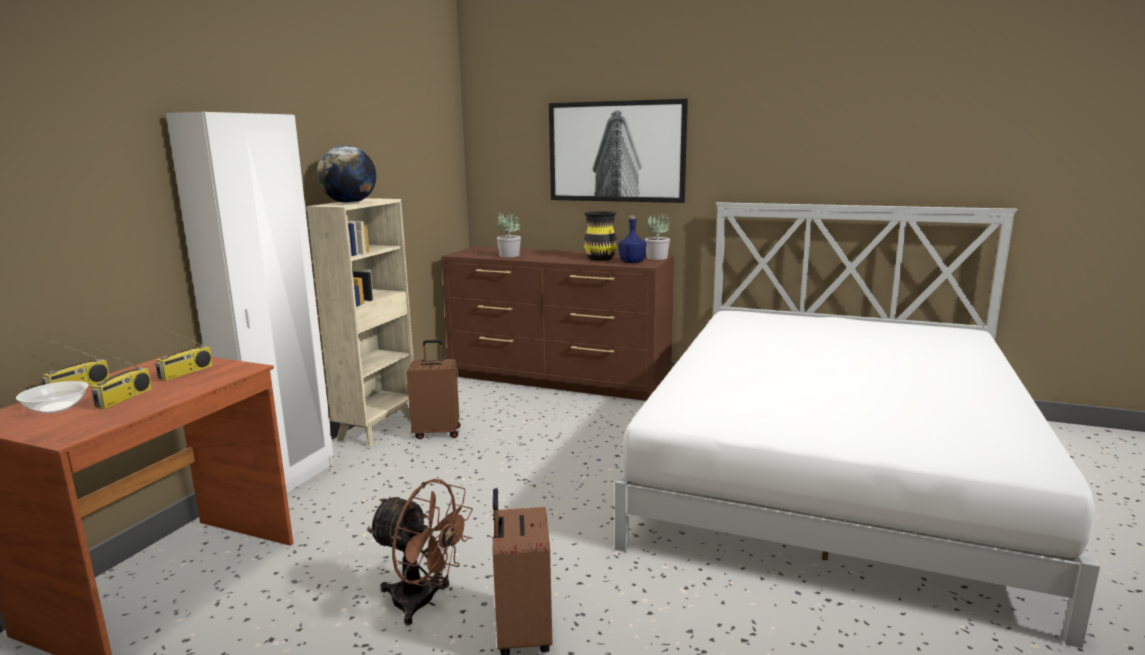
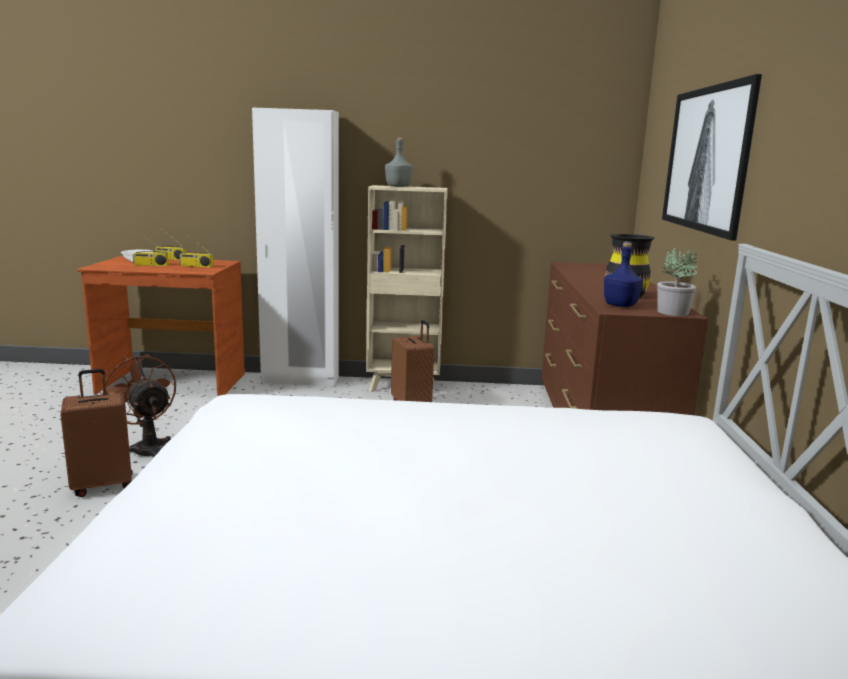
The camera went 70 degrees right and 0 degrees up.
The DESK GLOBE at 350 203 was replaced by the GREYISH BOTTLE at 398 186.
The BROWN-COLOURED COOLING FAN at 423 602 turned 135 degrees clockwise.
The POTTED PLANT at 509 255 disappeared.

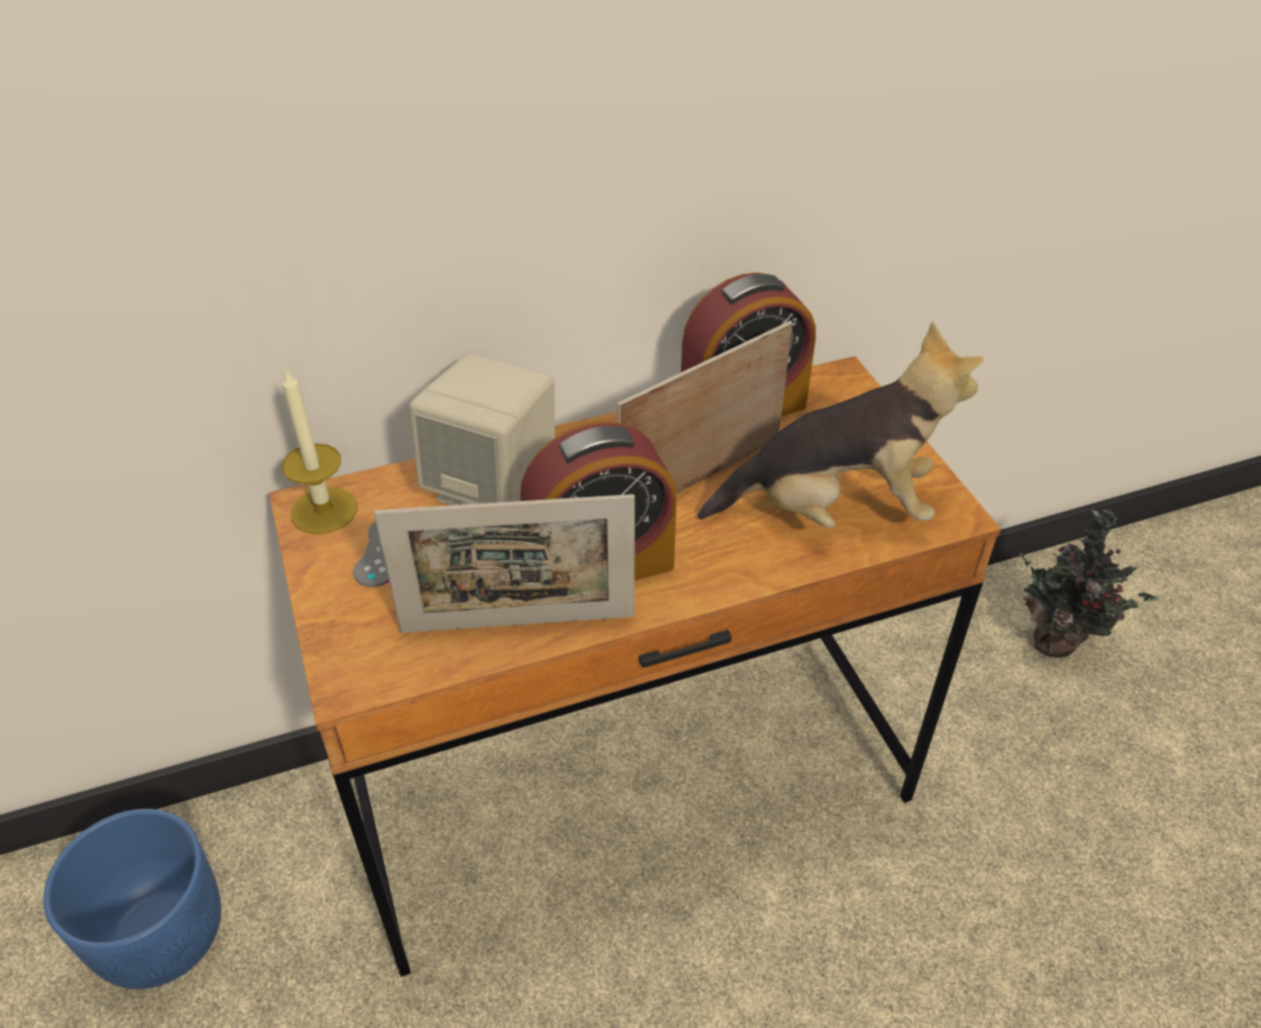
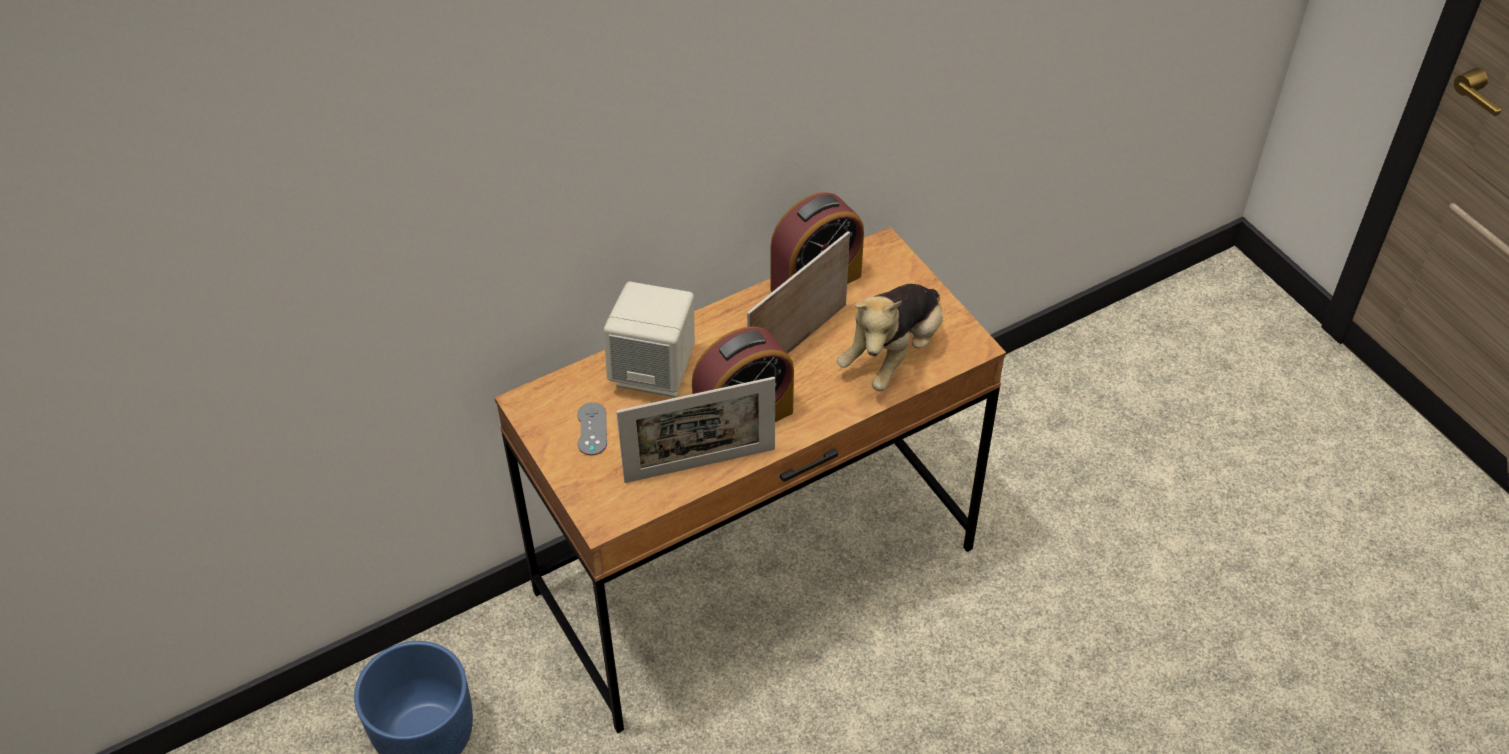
The camera went 10 degrees left and 5 degrees up.
The WAX LIGHT at 324 510 disappeared.
The SOFT TOY at 834 509 turned 135 degrees clockwise.
The POTTED PLANT at 1058 642 disappeared.

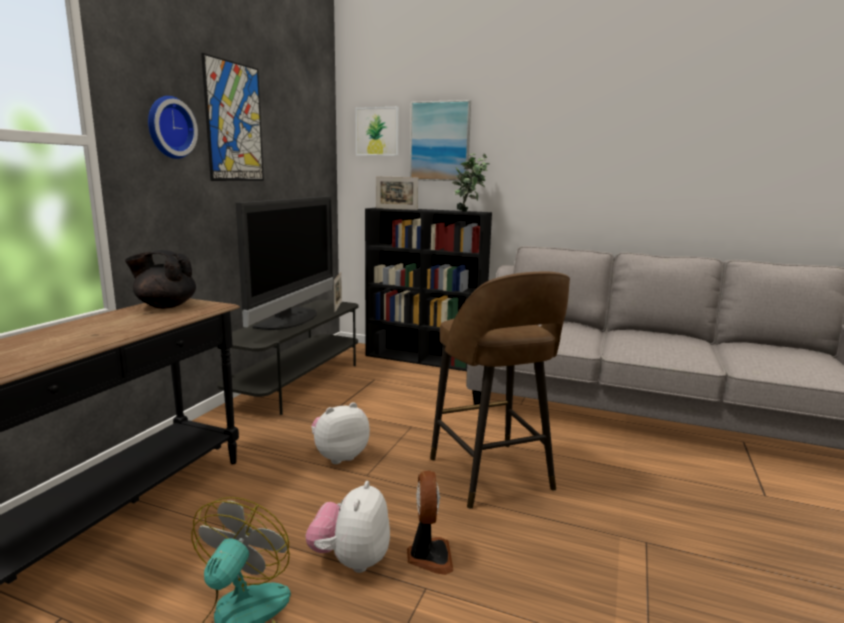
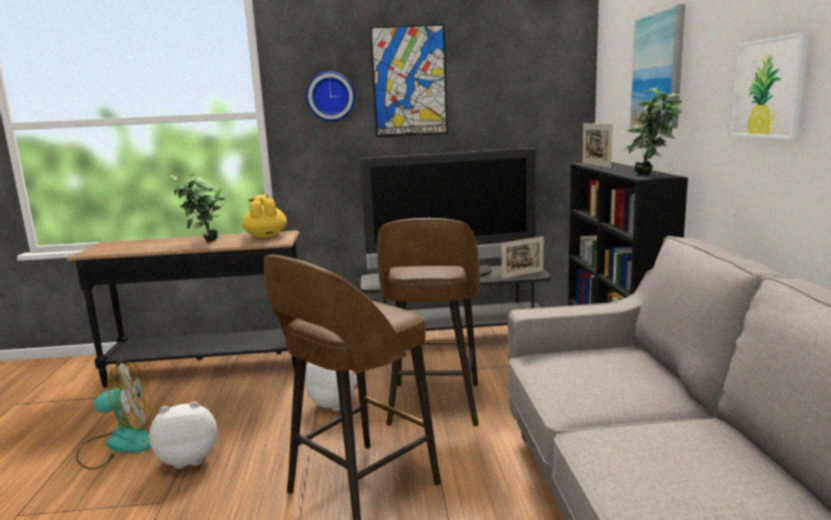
The camera went 65 degrees right and 0 degrees up.
The BLACK TEA POT at 165 306 became the YELLOWISH TEA POT at 266 236.
The WALL PICTURE moved from 377 131 to 769 88.
The COOLING FAN at 429 556 disappeared.
The POTTED PLANT at 204 242 appeared.
The BROWN-COLOURED SITTING STOOL at 434 405 appeared.

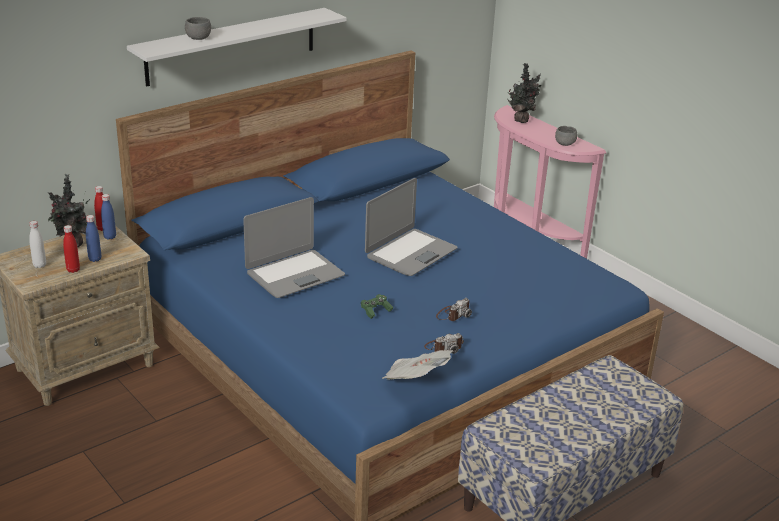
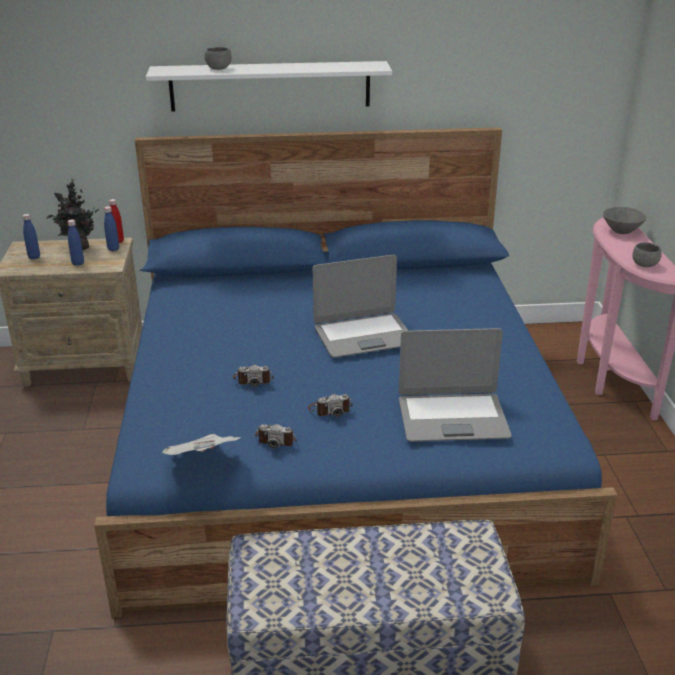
The camera went 35 degrees right and 0 degrees up.
The WHITISH BOTTLE at 39 265 became the BLUISH BOTTLE at 34 257.
The REDDISH BOTTLE at 73 270 disappeared.
The PORTABLE COMPUTER moved from 294 274 to 452 418.
The GREENISH JOYPAD at 376 310 was replaced by the PHOTO CAMERA at 253 379.
The POTTED PLANT at 521 120 was replaced by the GREYISH DEEP DISH at 622 231.

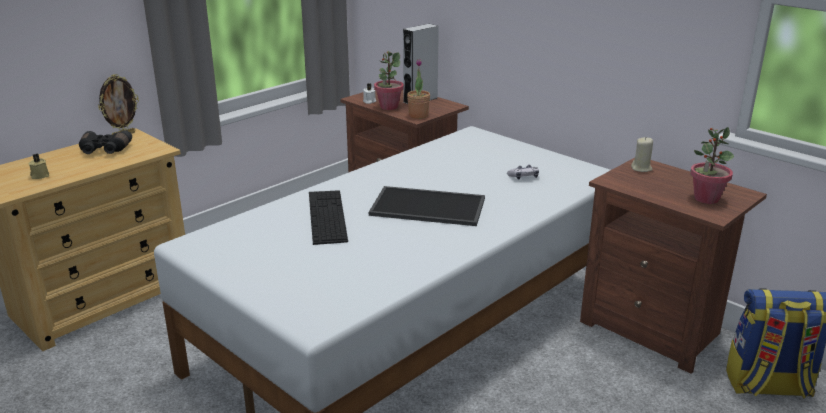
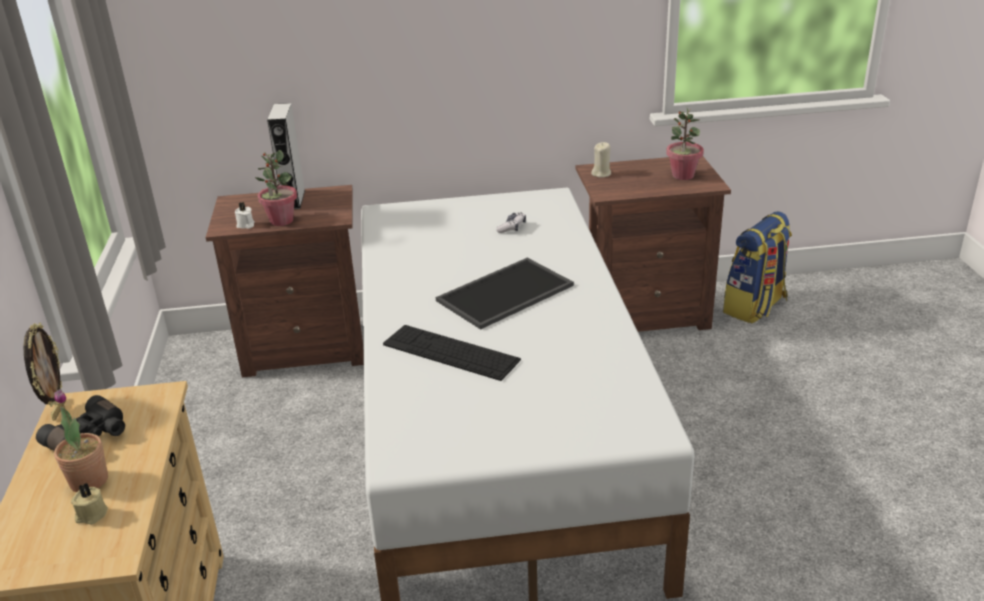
The camera went 50 degrees left and 5 degrees up.
The POTTED PLANT moved from 418 115 to 89 481.

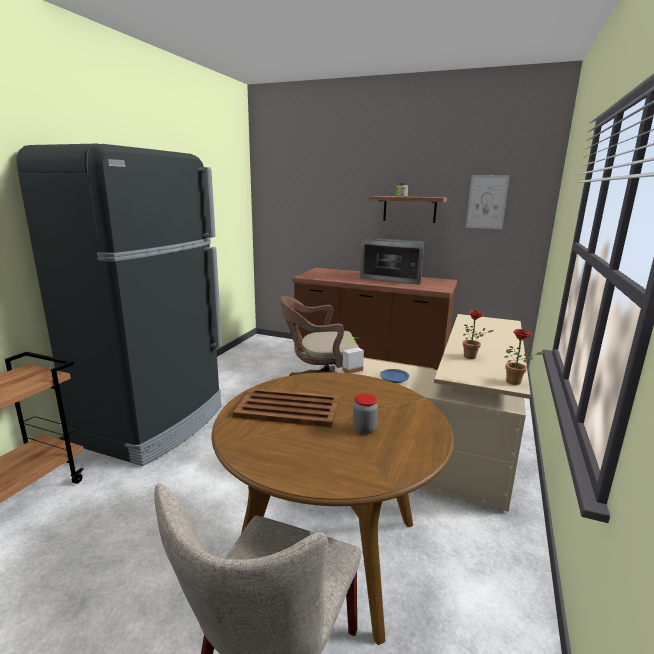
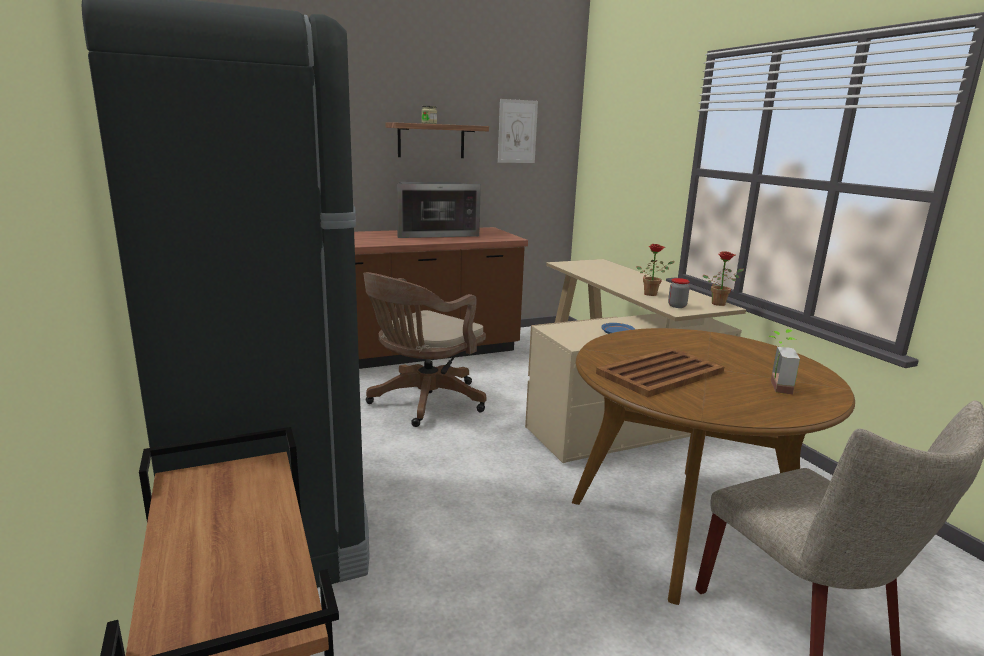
The camera went 45 degrees left and 0 degrees up.
The POTTED PLANT moved from 350 369 to 774 386.
The STORAGE JAR moved from 364 429 to 677 306.

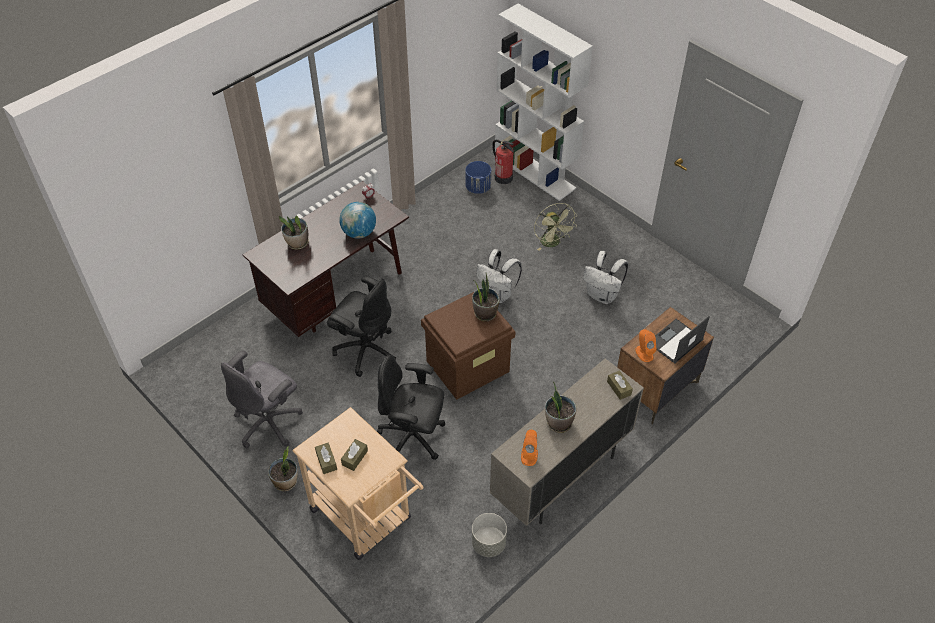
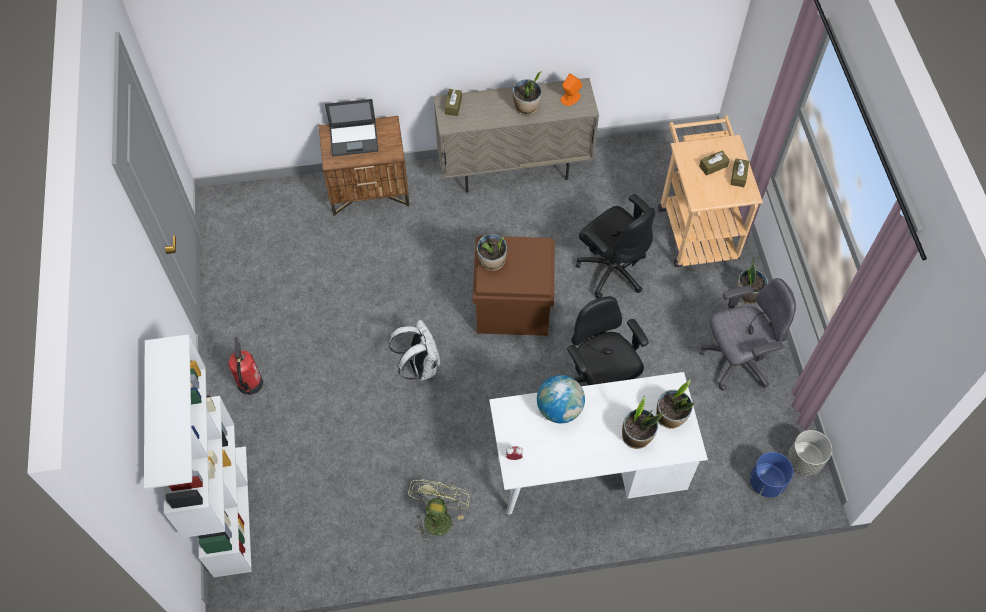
The camera went 145 degrees left and 10 degrees up.
The BROWN-COLOURED DESK UNIT at 336 294 became the WHITISH DESK UNIT at 587 473.
The BLUISH PLANTER moved from 478 187 to 766 482.
The GREYISH PLANTER moved from 489 543 to 804 460.
The FIRE-FIGHTING CYLINDER moved from 503 177 to 250 384.
The GREENISH COOLING FAN moved from 553 243 to 438 515.
The WHITISH BACKPACK at 602 295 disappeared.
The ORANGEY LOUDSPEAKER at 644 353 disappeared.
The POTTED PLANT at 670 417 appeared.

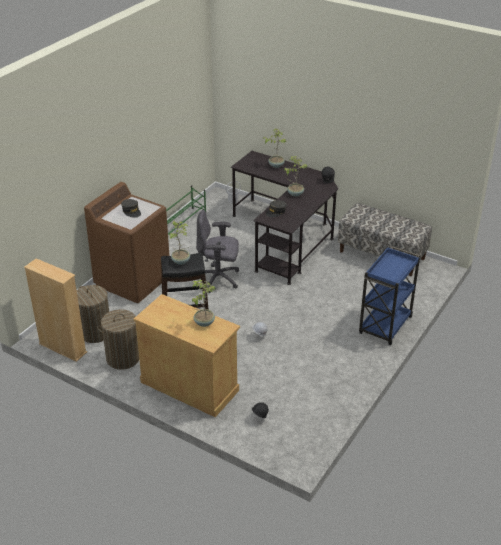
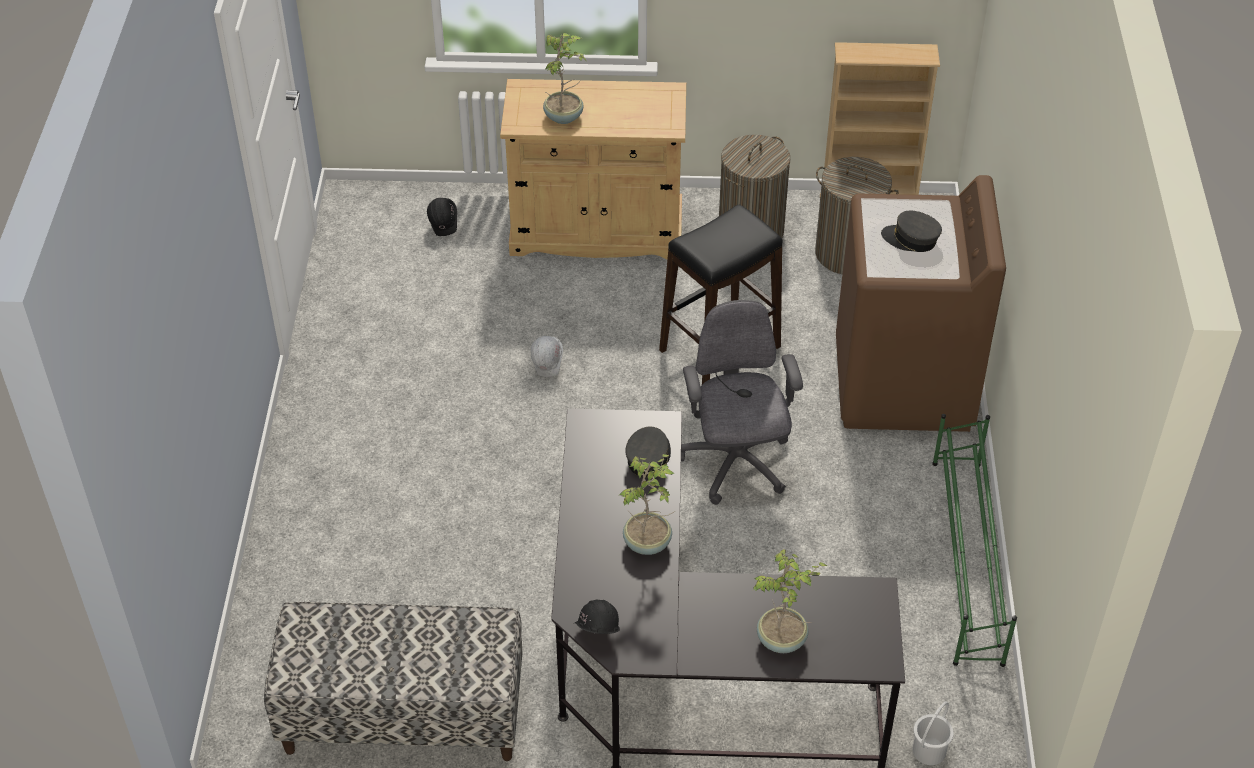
The camera went 150 degrees right and 10 degrees up.
The POTTED PLANT at 181 261 disappeared.
The GREYISH COMPUTER CHAIR at 218 279 turned 75 degrees counterclockwise.
The BLUISH CART at 385 326 disappeared.

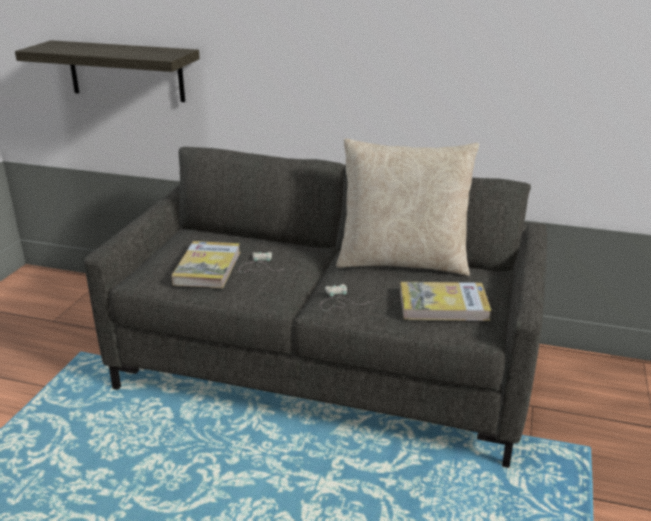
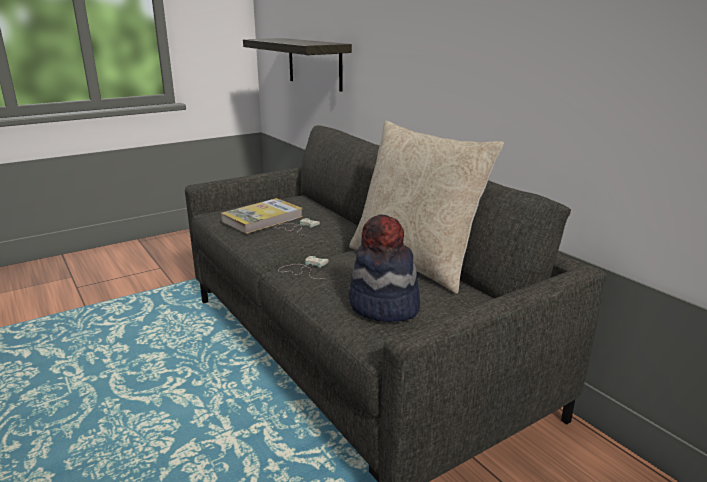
The camera went 40 degrees right and 5 degrees down.
The VOLUME at 443 305 was replaced by the HAT at 383 306.

